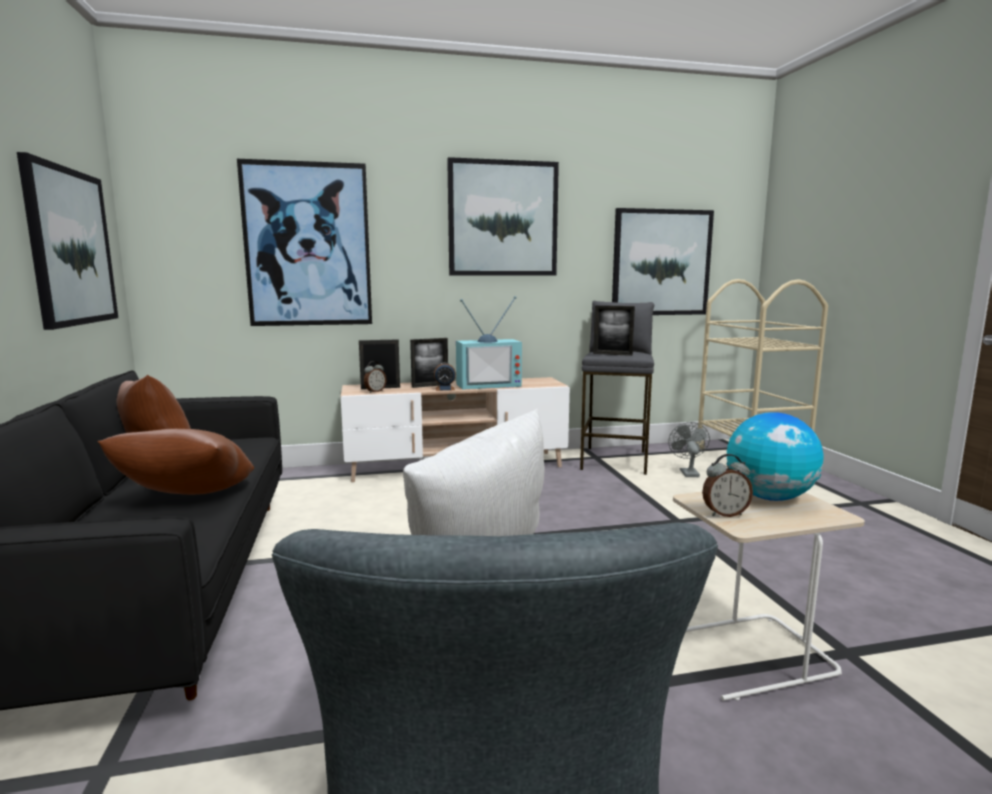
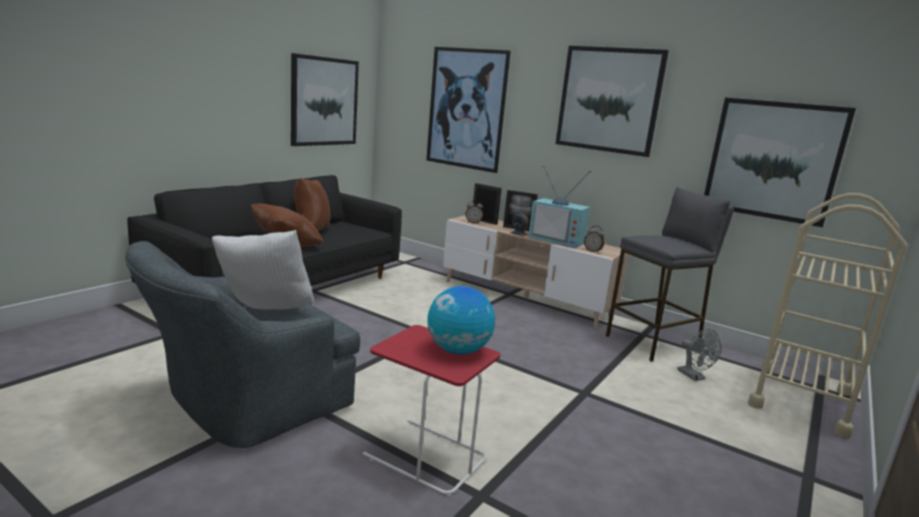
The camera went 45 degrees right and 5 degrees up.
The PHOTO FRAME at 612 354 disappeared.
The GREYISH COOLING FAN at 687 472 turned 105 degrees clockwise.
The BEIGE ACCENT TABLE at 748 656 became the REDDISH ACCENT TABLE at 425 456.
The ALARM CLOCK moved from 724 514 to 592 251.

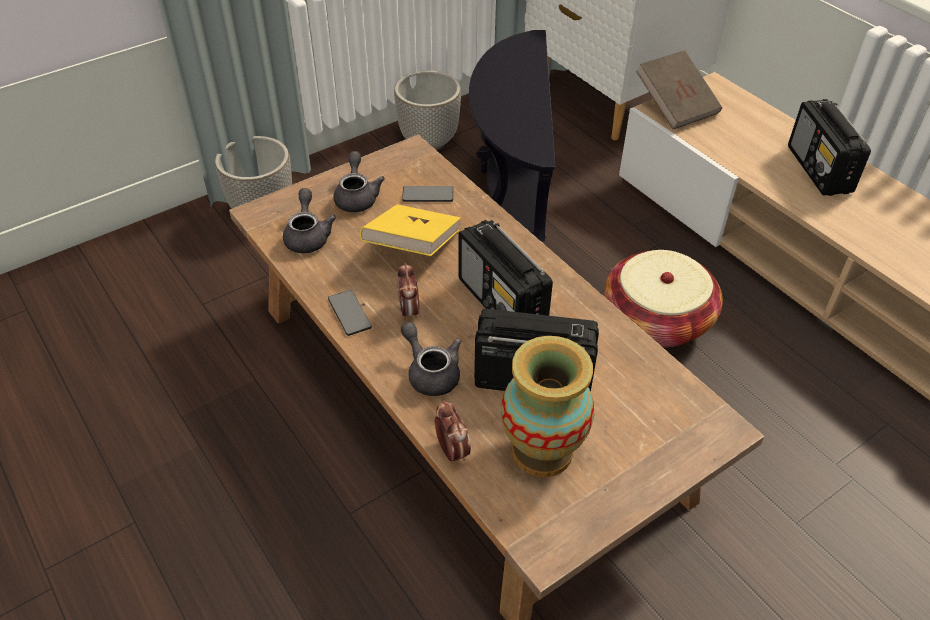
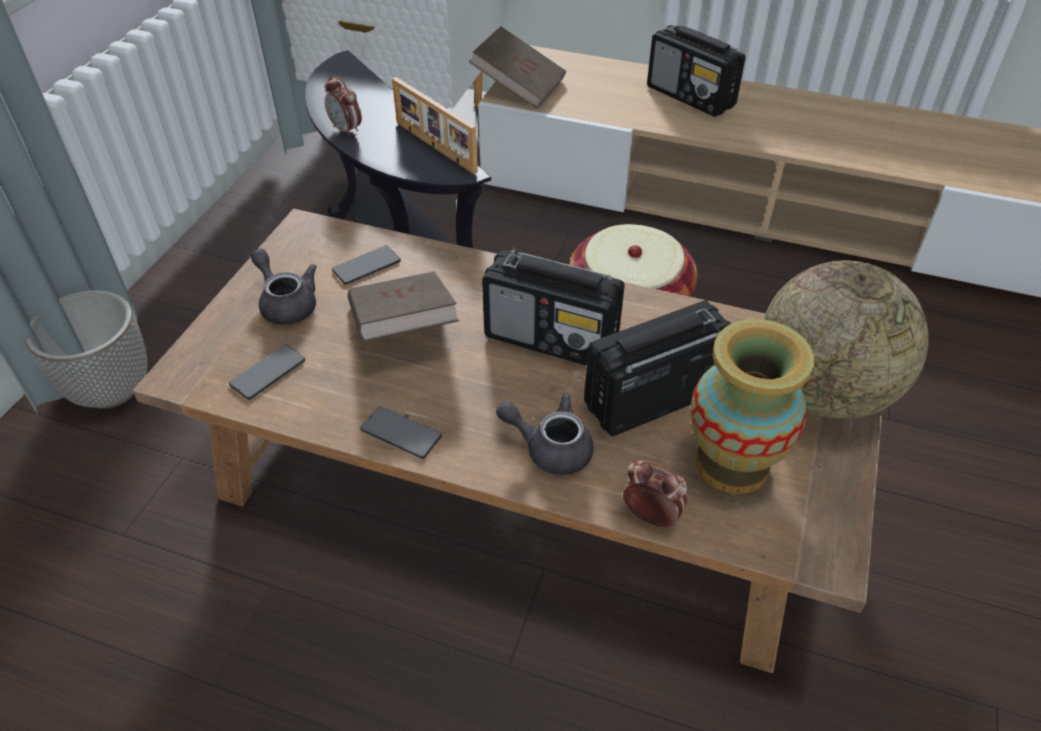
The camera went 35 degrees left and 0 degrees up.
The GREYISH TEA POT at 308 236 was replaced by the PHONE at 268 373.
The YELLOWISH VOLUME at 412 247 became the BROWN-COLOURED VOLUME at 403 328.
The PLANTER at 429 141 disappeared.
The ALARM CLOCK moved from 409 311 to 346 130.
The PHOTO FRAME at 434 147 appeared.
The DESK GLOBE at 822 392 appeared.

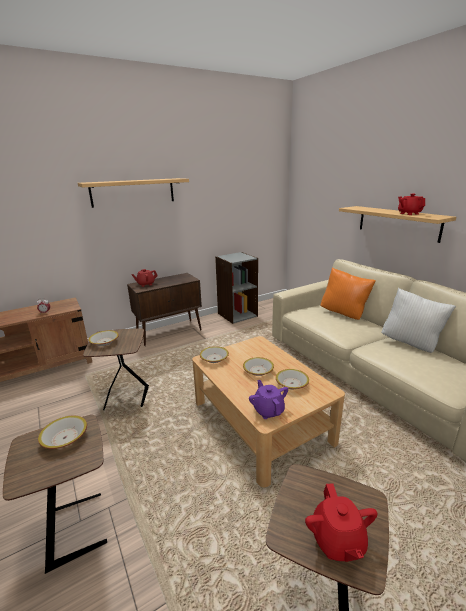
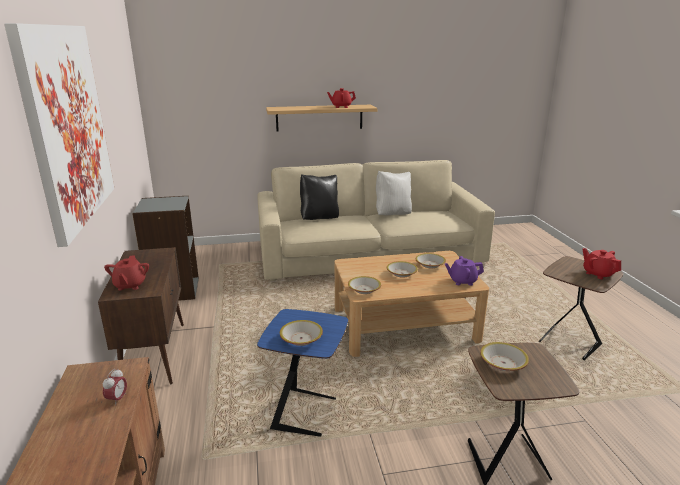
The camera went 70 degrees left and 0 degrees up.
The WALL SHELF at 133 192 was replaced by the WALL PICTURE at 67 126.
The BROWN-COLOURED ACCENT TABLE at 126 398 became the BLUISH ACCENT TABLE at 306 413.
The REDDISH TEA POT at 337 541 turned 135 degrees counterclockwise.
The ORANGEY THROW PILLOW at 344 314 became the BLACK THROW PILLOW at 319 218.

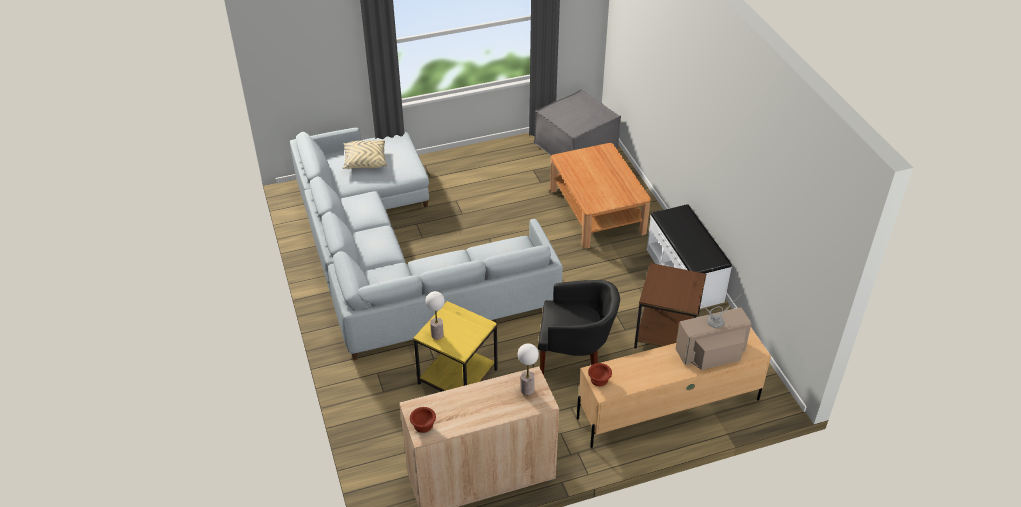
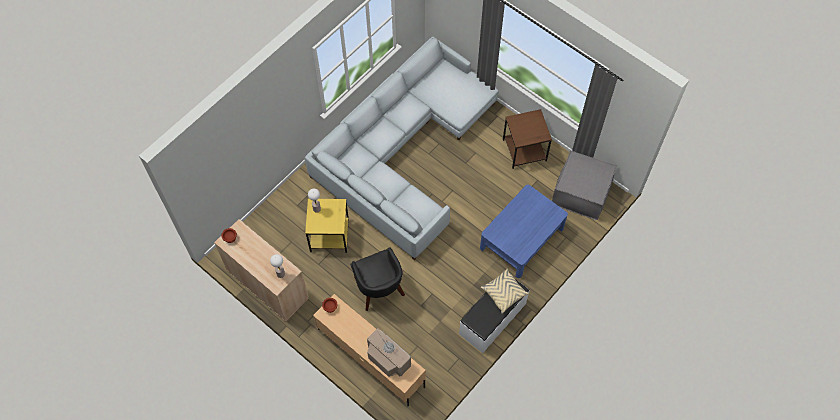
The camera went 60 degrees right and 20 degrees up.
The BEIGE THROW PILLOW moved from 365 161 to 503 293.
The BROWN-COLOURED LOUNGE TABLE at 596 211 became the BLUISH LOUNGE TABLE at 521 238.
The BROWN-COLOURED ACCENT TABLE moved from 667 334 to 524 150.

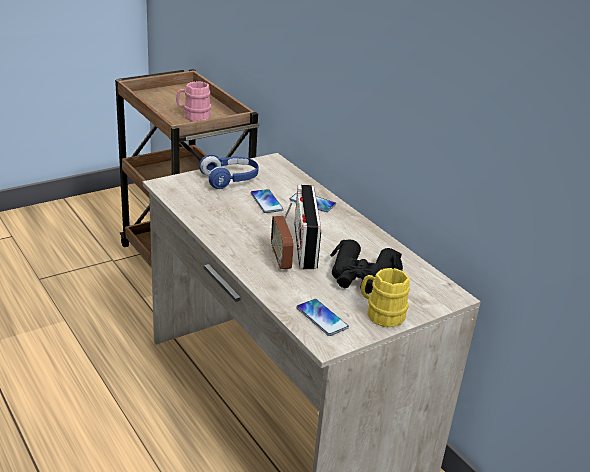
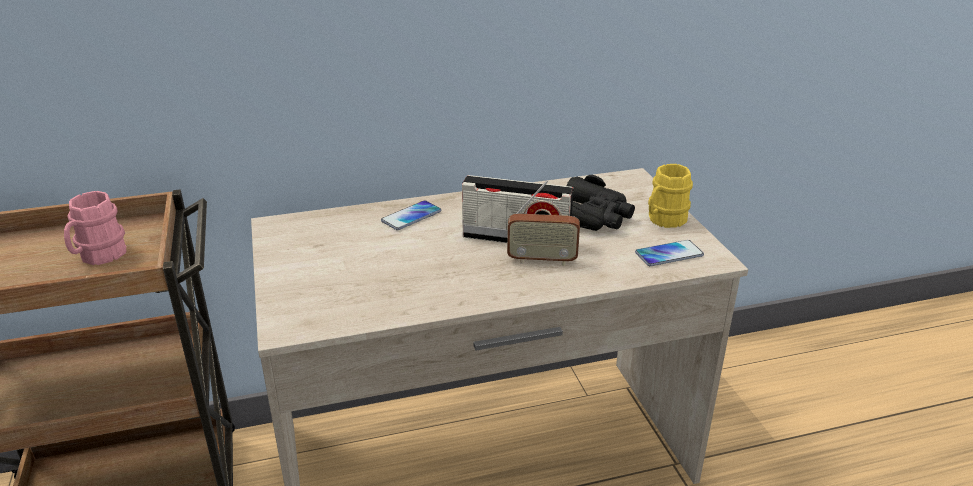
The camera went 70 degrees left and 0 degrees up.
The BLUISH HEADSET at 230 179 disappeared.
The PHONE at 266 202 disappeared.

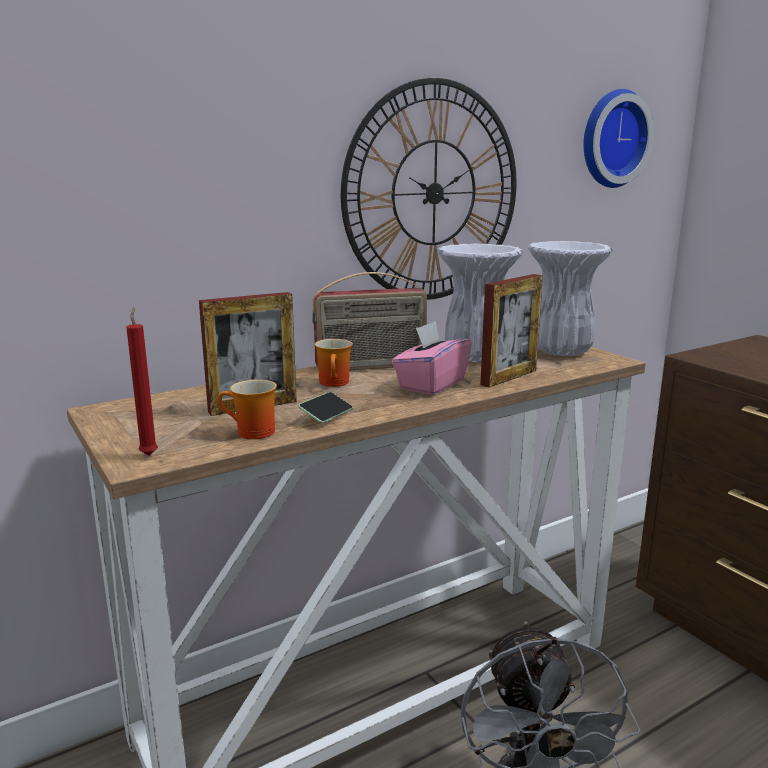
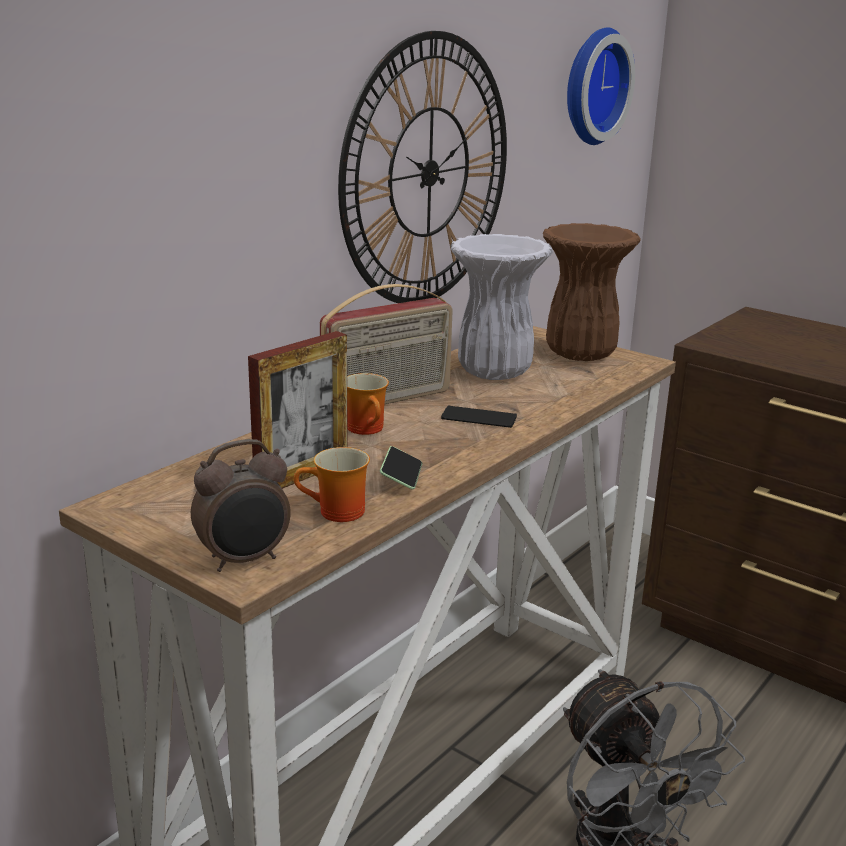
The camera went 20 degrees left and 5 degrees up.
The REDDISH WAX LIGHT at 149 454 was replaced by the ALARM CLOCK at 245 560.
The PINKISH BOX OF TISSUES at 431 384 was replaced by the PHONE at 479 418.
The PHOTO FRAME at 509 377 disappeared.
The WHITISH DECORATIVE VASE at 560 352 became the BROWN-COLOURED DECORATIVE VASE at 579 355.

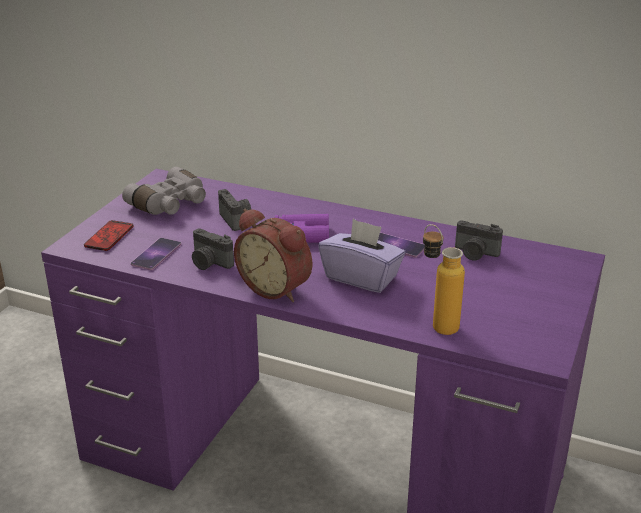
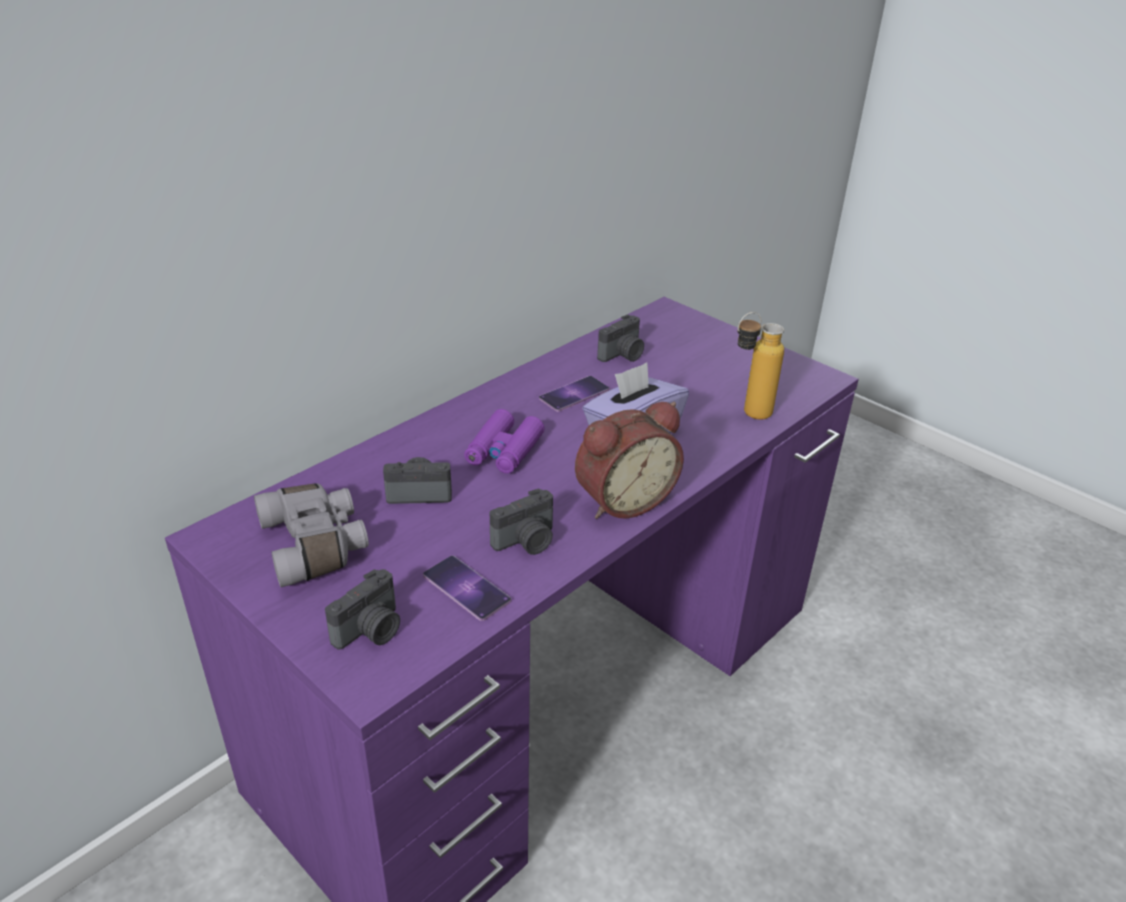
The camera went 70 degrees left and 5 degrees up.
The PHONE at 109 236 was replaced by the PHOTO CAMERA at 371 631.

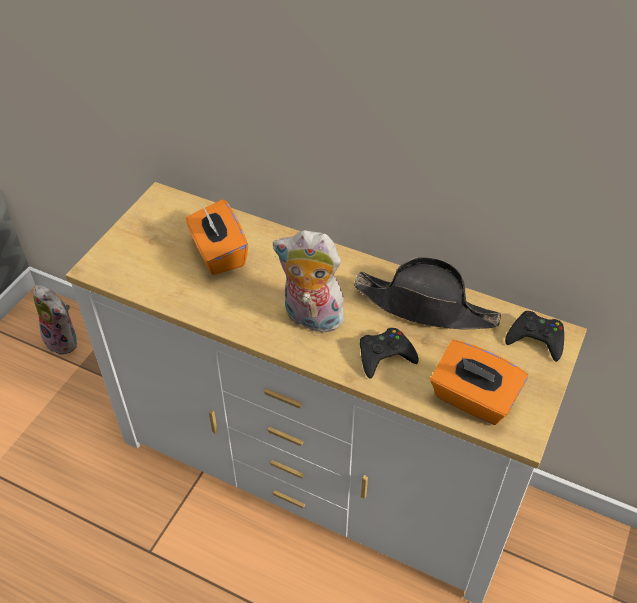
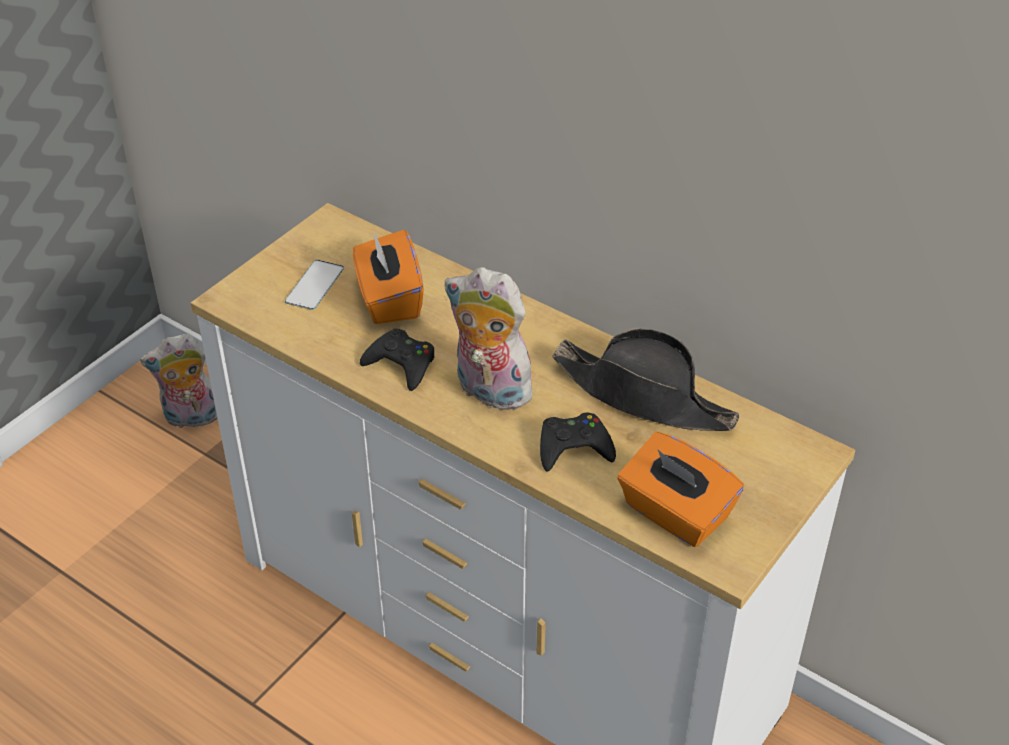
The camera went 10 degrees right and 5 degrees down.
The SOFT TOY at 64 340 turned 120 degrees clockwise.
The BLACK JOYPAD moved from 536 339 to 401 364.
The PHONE at 314 285 appeared.

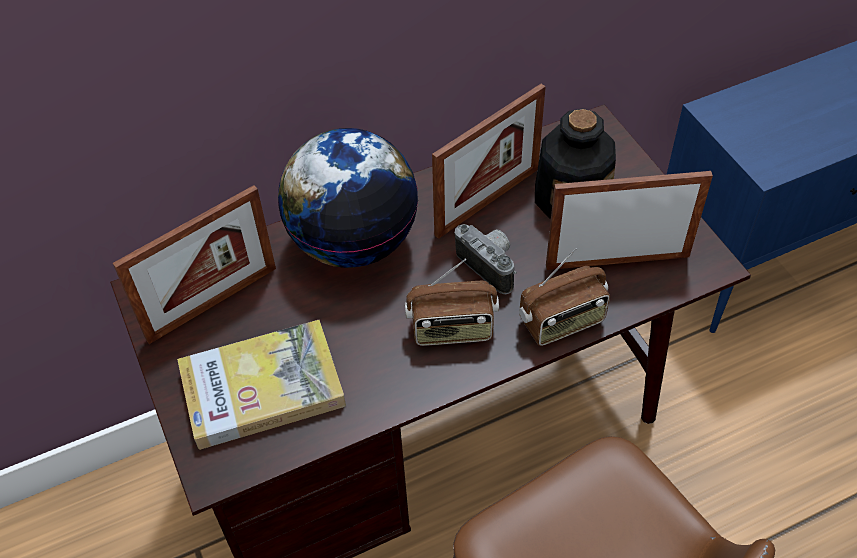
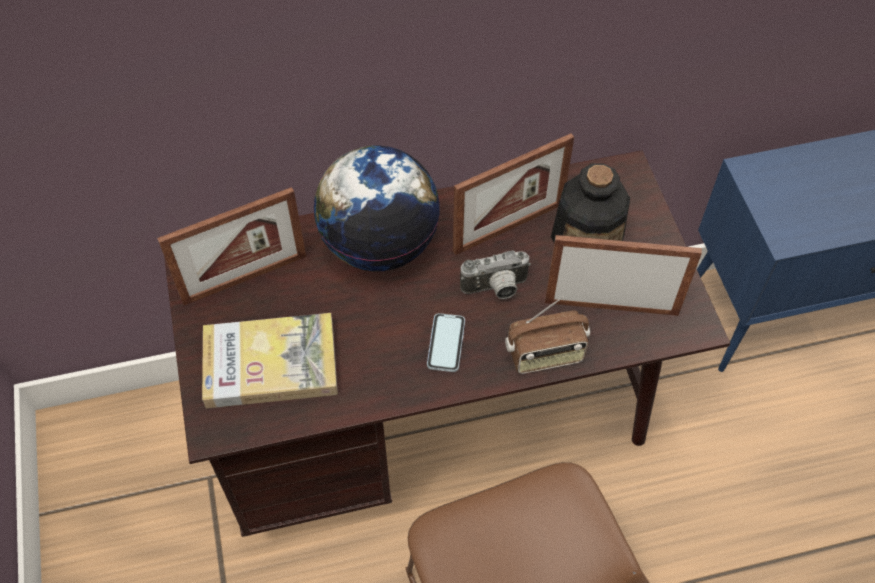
The camera went 10 degrees right and 5 degrees up.
The RADIO at 452 330 was replaced by the PHONE at 446 343.
The PHOTO CAMERA at 491 265 turned 105 degrees clockwise.

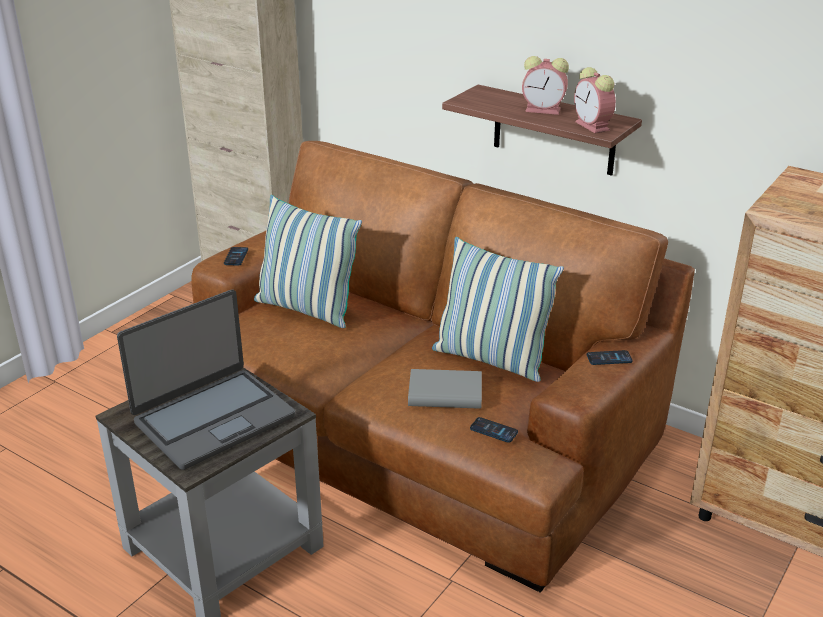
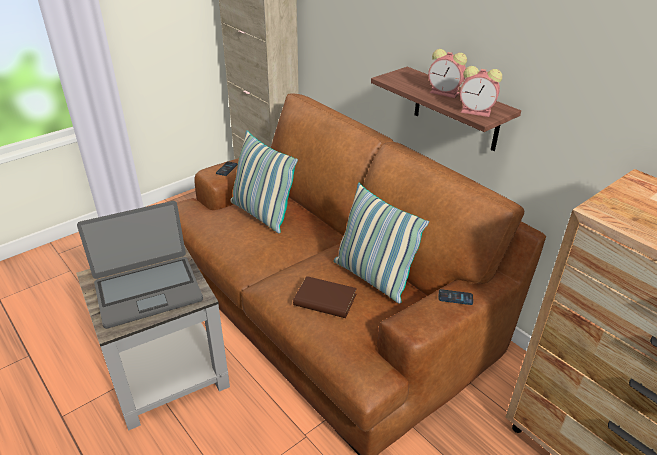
The camera went 15 degrees right and 5 degrees up.
The GREYISH VOLUME at 445 393 became the BROWN-COLOURED VOLUME at 325 300.
The PHONE at 493 430 disappeared.
The ALARM CLOCK at 593 126 turned 60 degrees counterclockwise.

